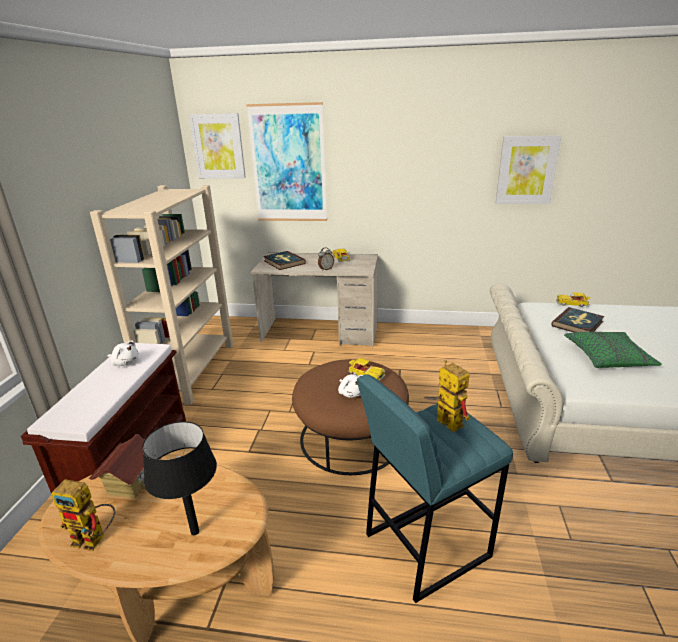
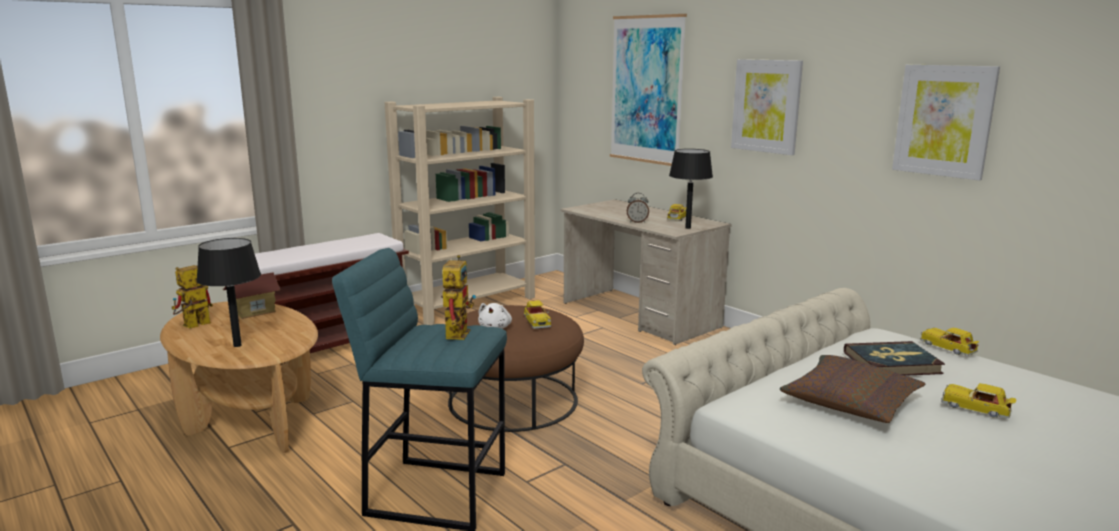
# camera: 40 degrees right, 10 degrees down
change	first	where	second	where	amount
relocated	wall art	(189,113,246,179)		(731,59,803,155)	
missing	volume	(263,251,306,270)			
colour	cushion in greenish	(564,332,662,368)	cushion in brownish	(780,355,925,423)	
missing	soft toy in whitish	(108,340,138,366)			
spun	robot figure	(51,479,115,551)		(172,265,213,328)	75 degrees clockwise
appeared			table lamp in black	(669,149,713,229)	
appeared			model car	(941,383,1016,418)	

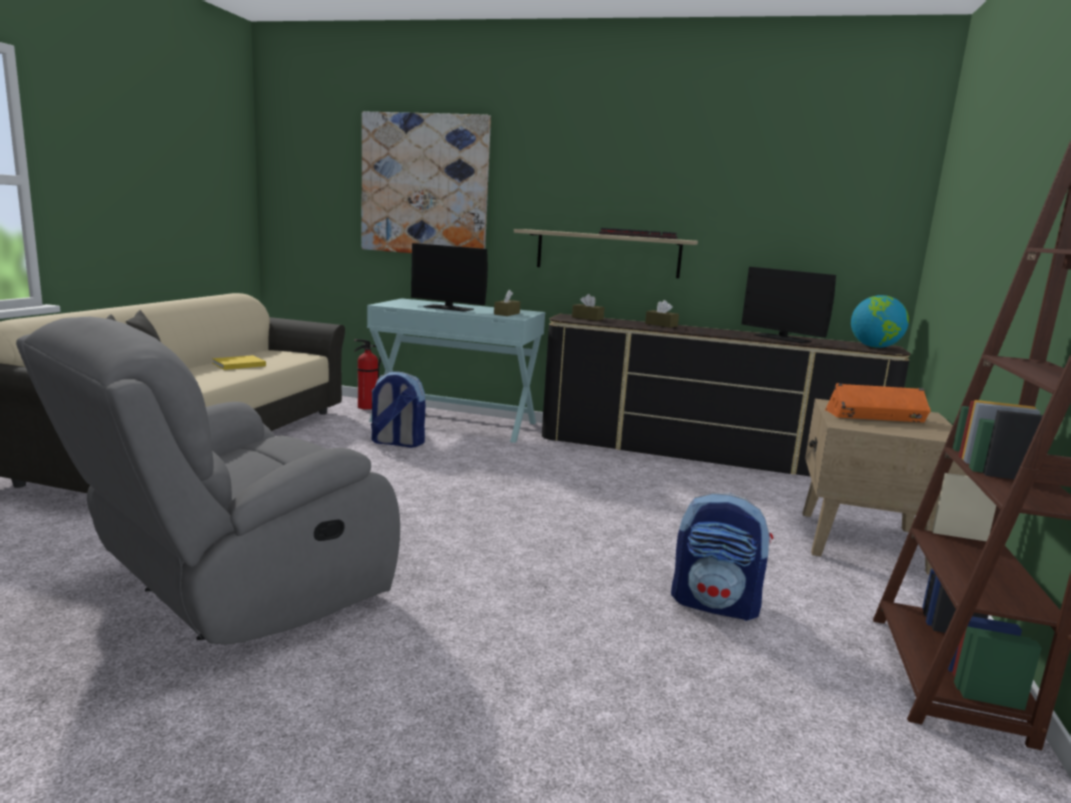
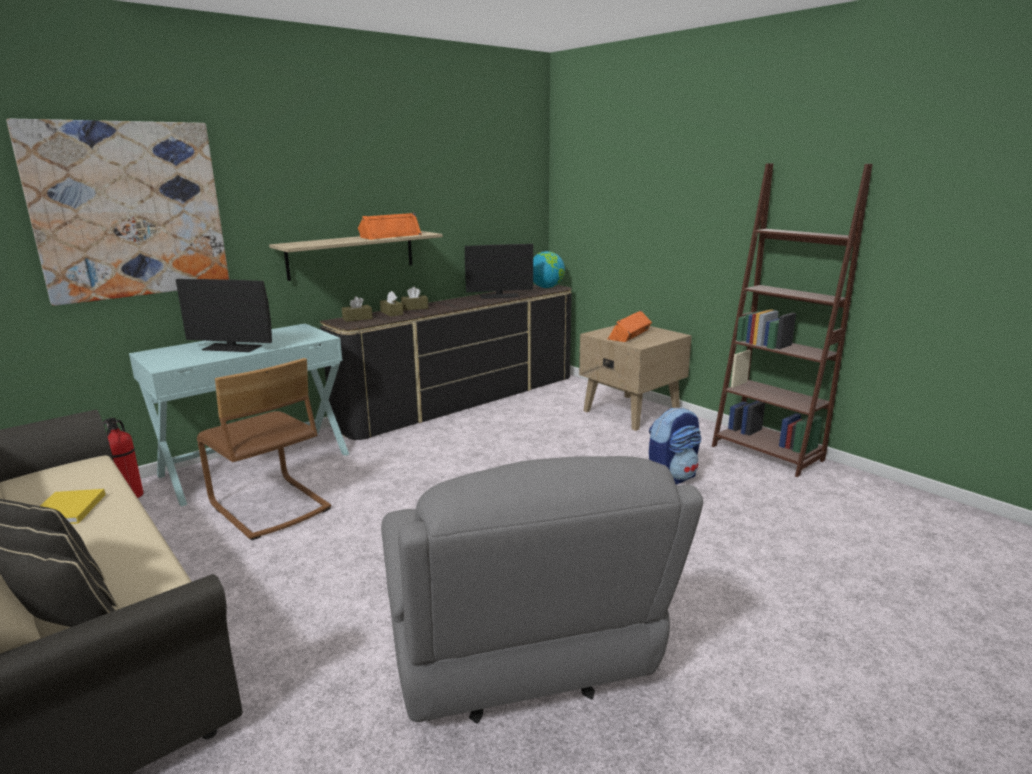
# camera: 55 degrees left, 5 degrees up
change	first	where	second	where	amount
exchanged	keyboard	(599,228,678,239)	speaker in orange-coloured	(358,213,422,240)	
spun	computer display	(411,243,488,312)		(176,279,272,352)	45 degrees clockwise
relocated	box of tissues in brownish	(494,289,520,316)		(380,291,403,317)	
exchanged	rucksack	(371,372,425,448)	chair in brownish	(197,358,331,540)	

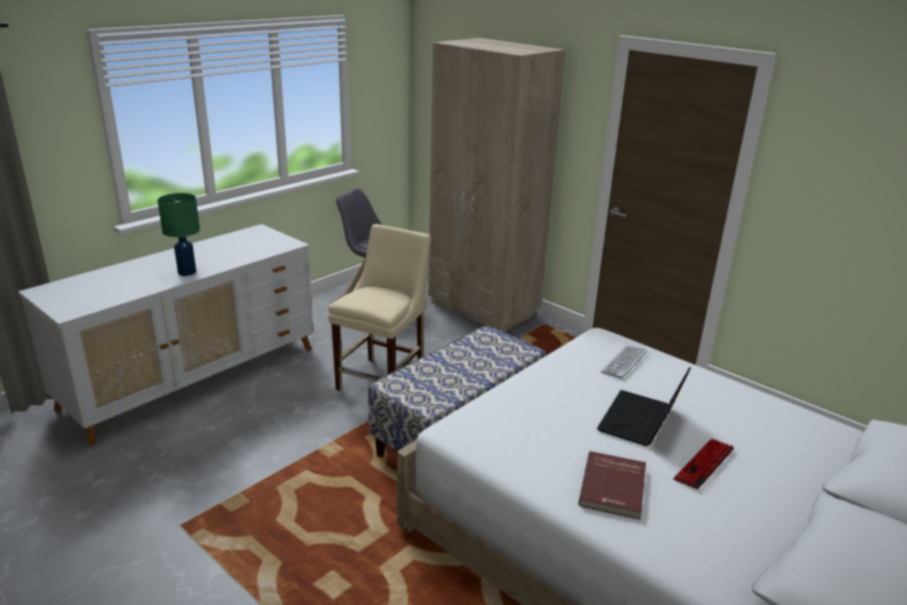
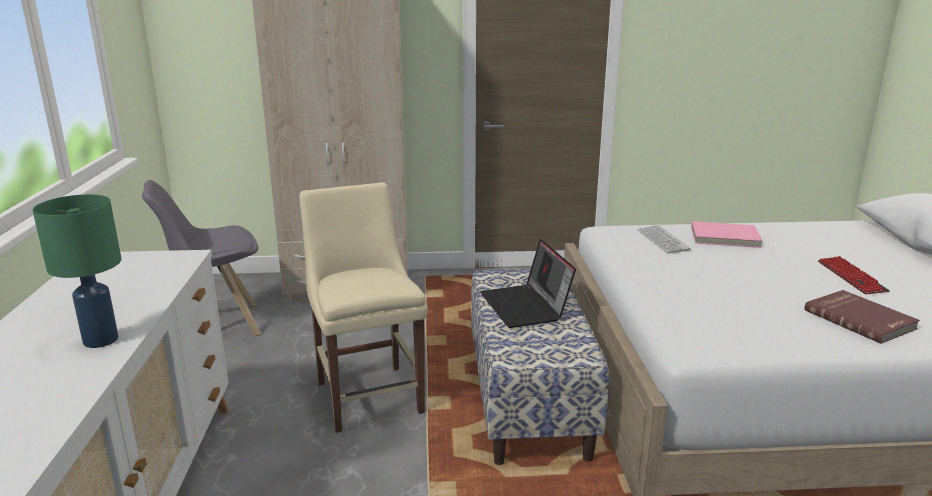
# camera: 45 degrees left, 5 degrees down
change	first	where	second	where	amount
relocated	laptop	(597,367,691,446)		(480,239,576,328)	
appeared			volume in pinkish	(691,221,763,248)	

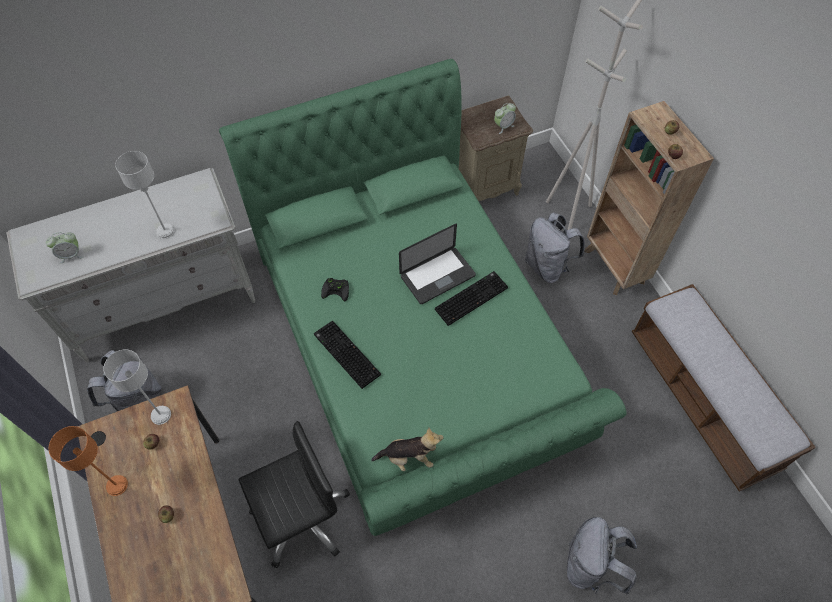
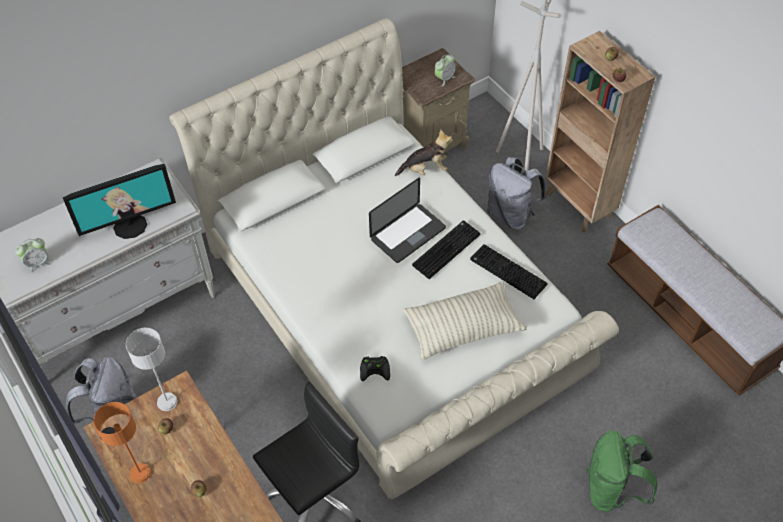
# camera: 10 degrees left, 5 degrees down
change	first	where	second	where	amount
colour	bed in greenish	(219,59,627,536)	bed in sand-coloured	(170,18,619,499)	
exchanged	table lamp in grey	(115,151,175,239)	computer display	(63,164,176,239)	
relocated	joypad in black	(321,278,349,301)		(360,356,390,381)	
relocated	keyboard	(314,321,381,389)		(470,244,548,299)	
relocated	soft toy	(371,428,443,471)		(395,129,453,176)	
colour	rucksack in grey	(567,517,637,594)	rucksack in greenish	(586,430,657,512)	
appeared			cushion	(403,281,527,360)	

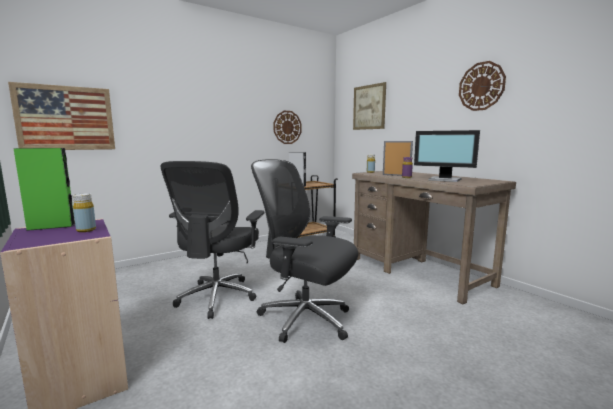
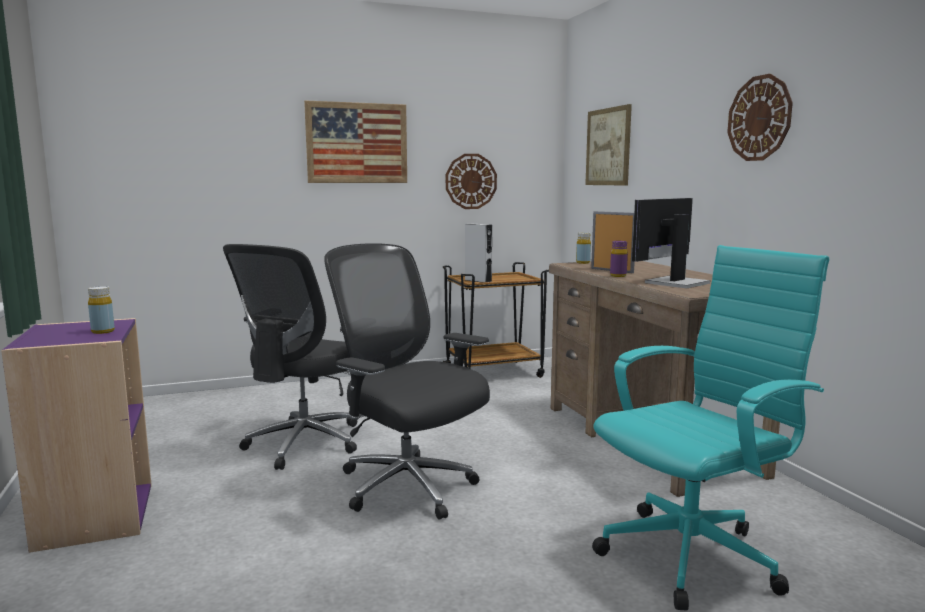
# camera: 15 degrees right, 0 degrees up
change	first	where	second	where	amount
relocated	wall art	(8,82,115,150)		(304,100,407,183)	
spun	computer display	(414,130,480,182)		(632,198,710,288)	90 degrees clockwise
missing	speaker in greenish	(14,148,75,231)			
appeared			computer chair in turquoise-coloured	(592,245,830,610)	

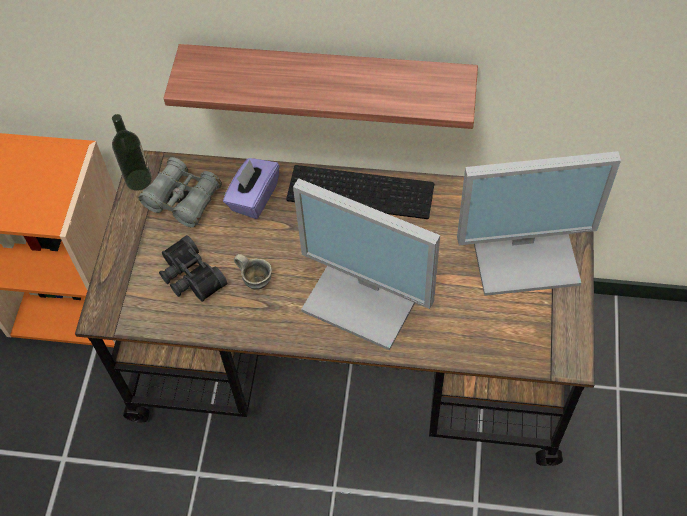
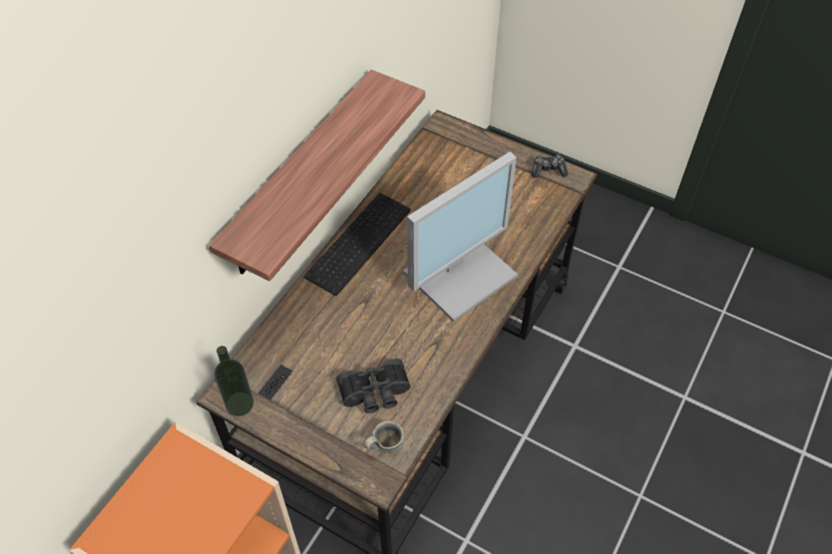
# camera: 70 degrees left, 5 degrees down
change	first	where	second	where	amount
missing	computer display	(457,151,621,296)			
missing	pair of binoculars in grey	(139,157,222,228)			
missing	box of tissues in purple-coloured	(223,158,280,219)			
relocated	tea mug in grey	(234,254,272,289)		(364,421,404,453)	
appeared			joypad	(532,155,568,178)	

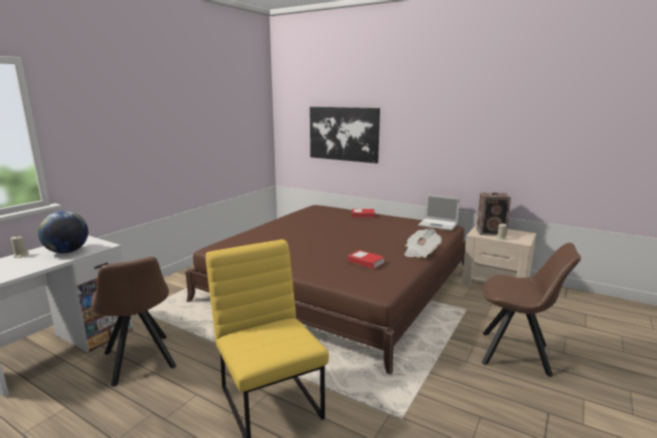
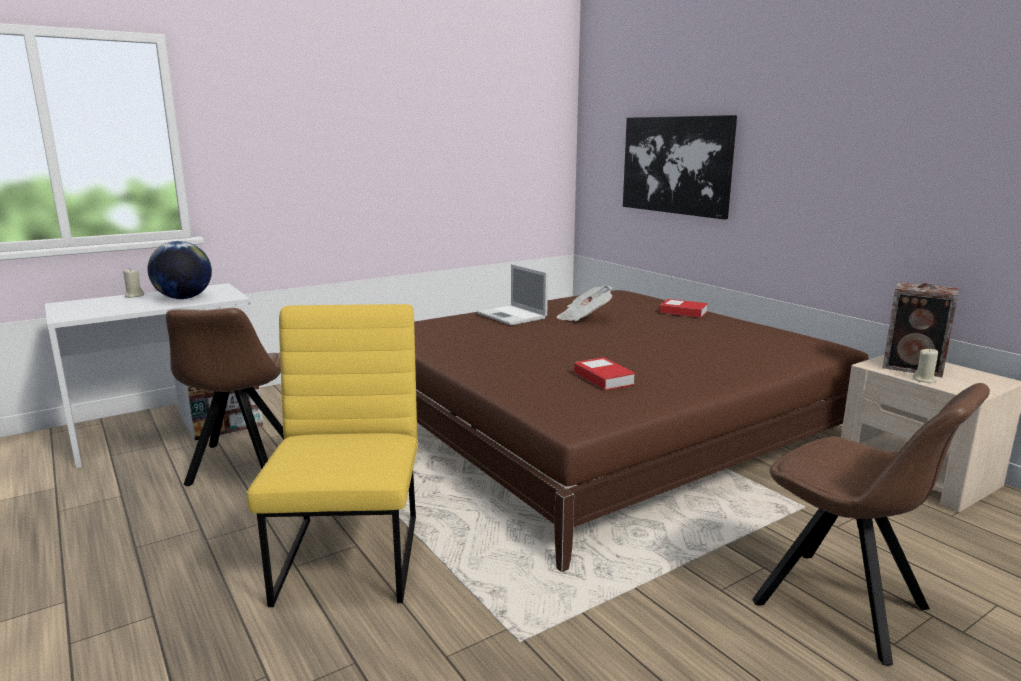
# camera: 25 degrees right, 0 degrees up
change	first	where	second	where	amount
relocated	laptop	(418,194,460,231)		(477,264,548,325)	
relocated	daily paper	(404,229,442,258)		(557,286,612,321)	

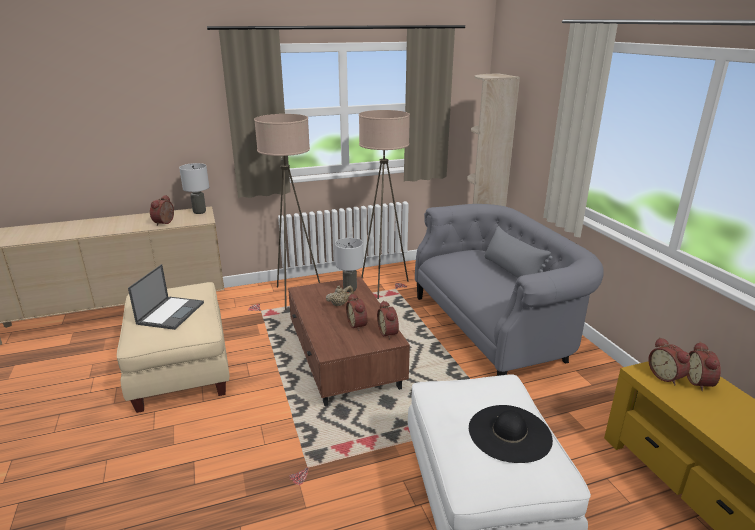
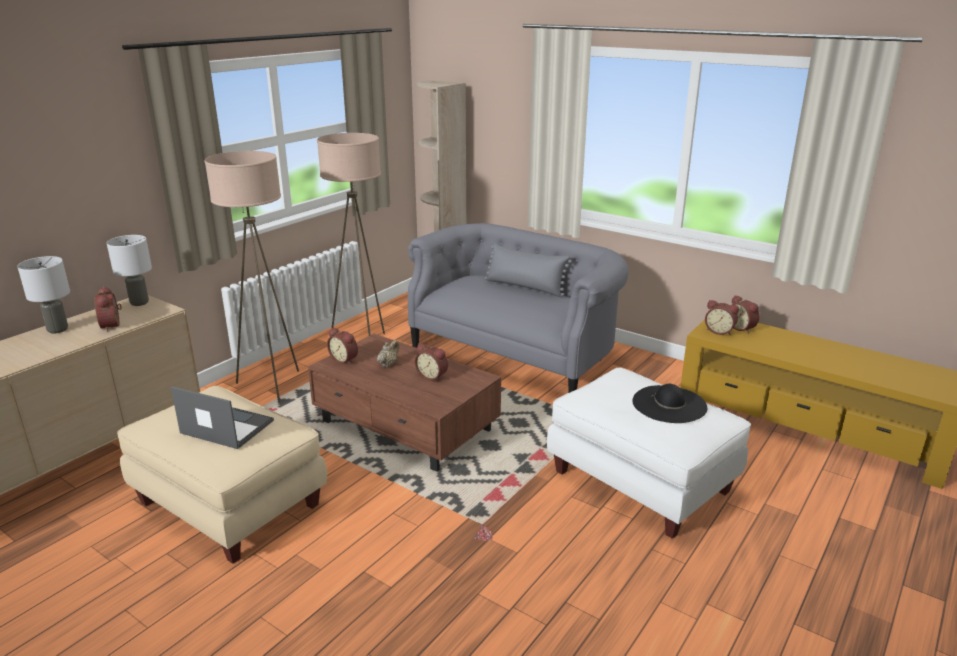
# camera: 35 degrees left, 0 degrees up
change	first	where	second	where	amount
relocated	table lamp in whitish	(335,238,363,292)		(17,256,70,334)	
spun	laptop	(128,264,204,330)		(171,386,274,449)	45 degrees counterclockwise
relocated	table clock	(377,300,399,340)		(327,328,358,365)	

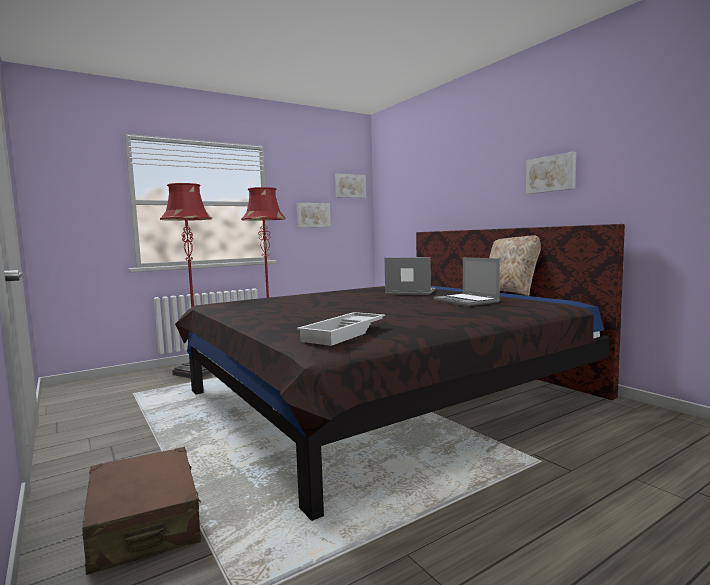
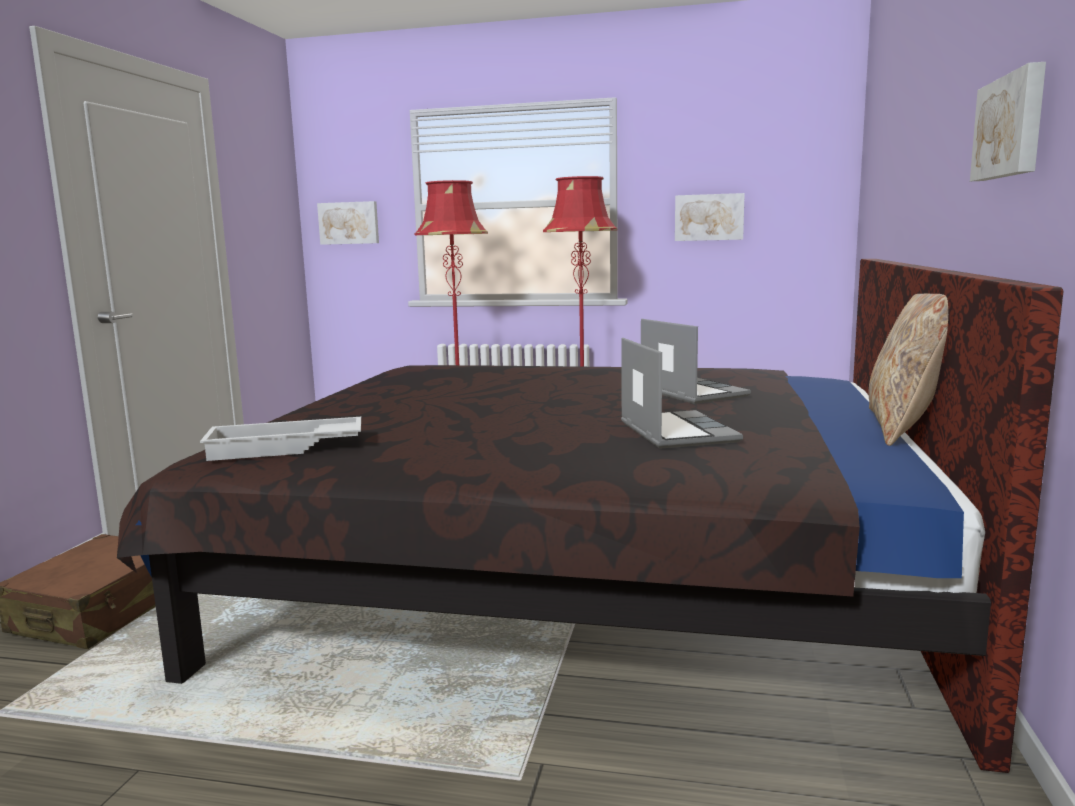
# camera: 45 degrees right, 5 degrees up
change	first	where	second	where	amount
relocated	wall art	(335,173,366,198)		(317,201,379,245)	
spun	laptop	(433,257,500,306)		(621,338,743,449)	150 degrees clockwise

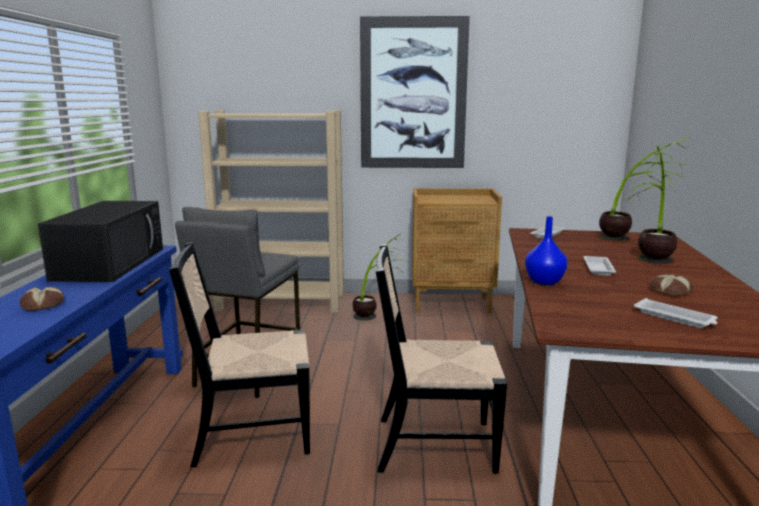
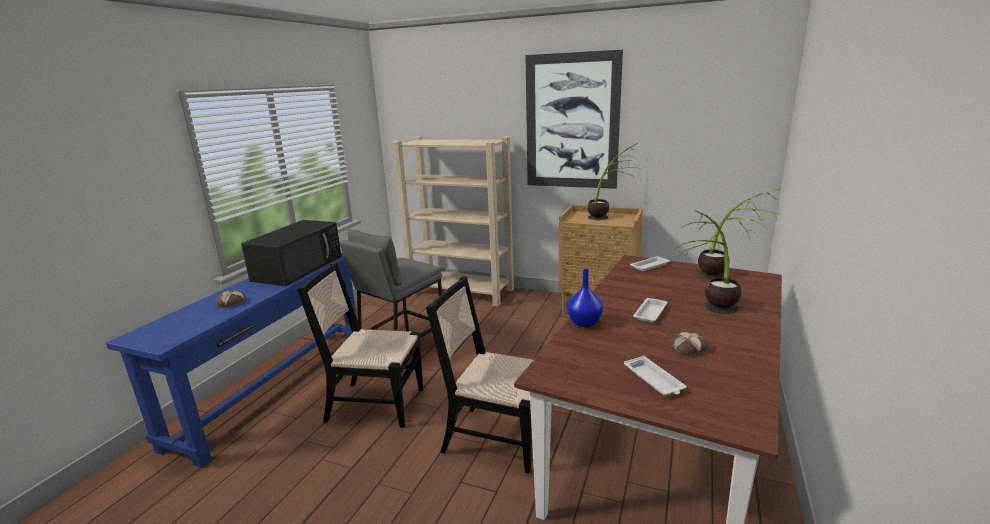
# camera: 20 degrees right, 5 degrees up
change	first	where	second	where	amount
relocated	plant in a pot	(353,233,408,321)		(588,143,640,220)	

